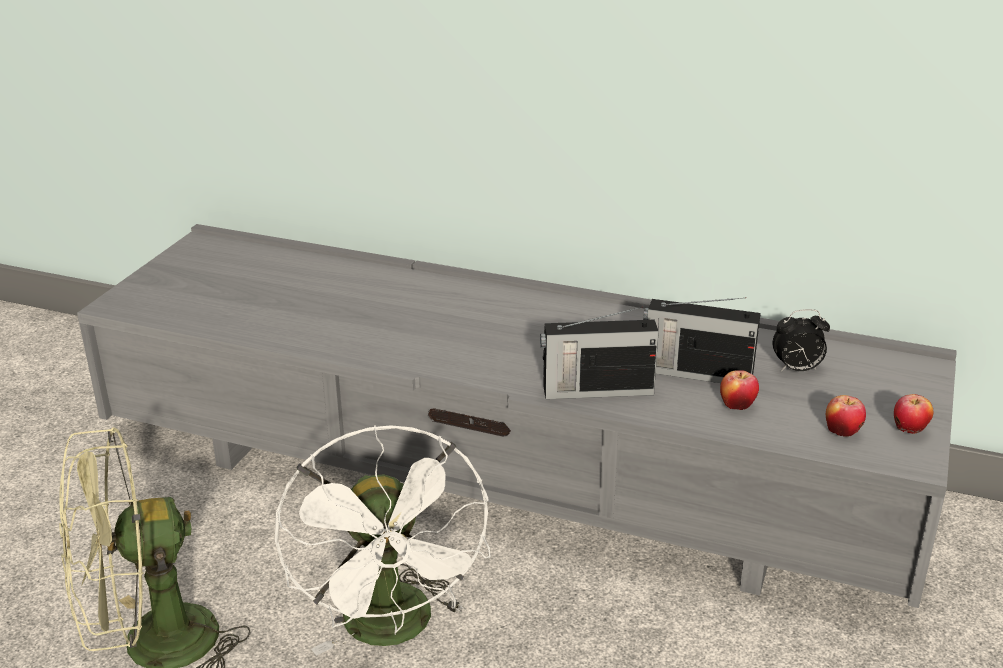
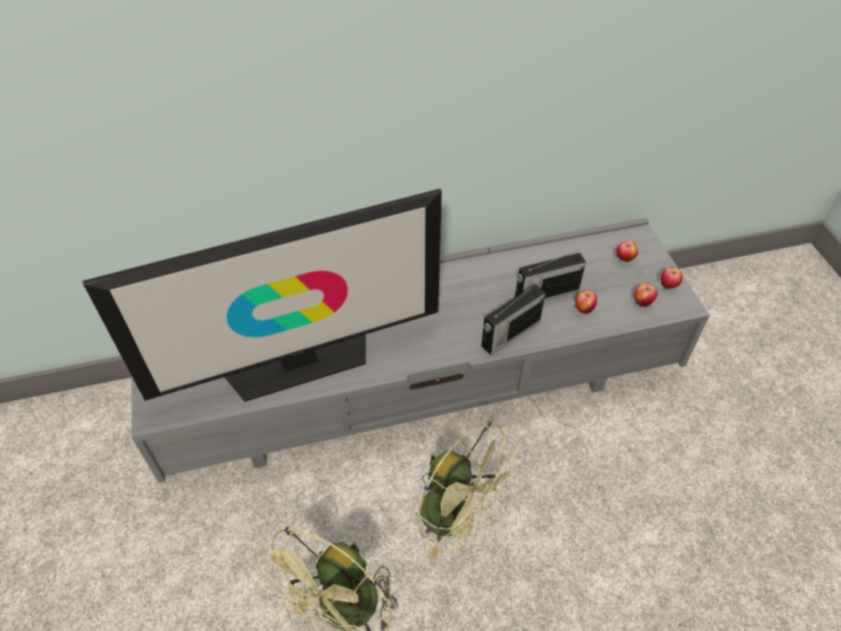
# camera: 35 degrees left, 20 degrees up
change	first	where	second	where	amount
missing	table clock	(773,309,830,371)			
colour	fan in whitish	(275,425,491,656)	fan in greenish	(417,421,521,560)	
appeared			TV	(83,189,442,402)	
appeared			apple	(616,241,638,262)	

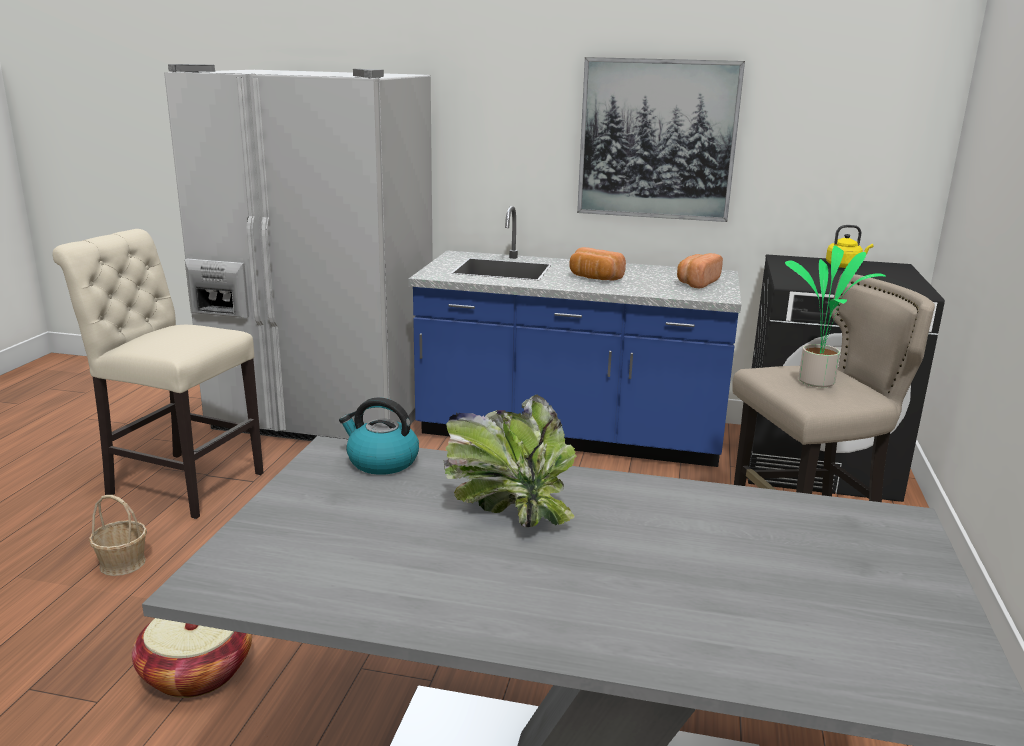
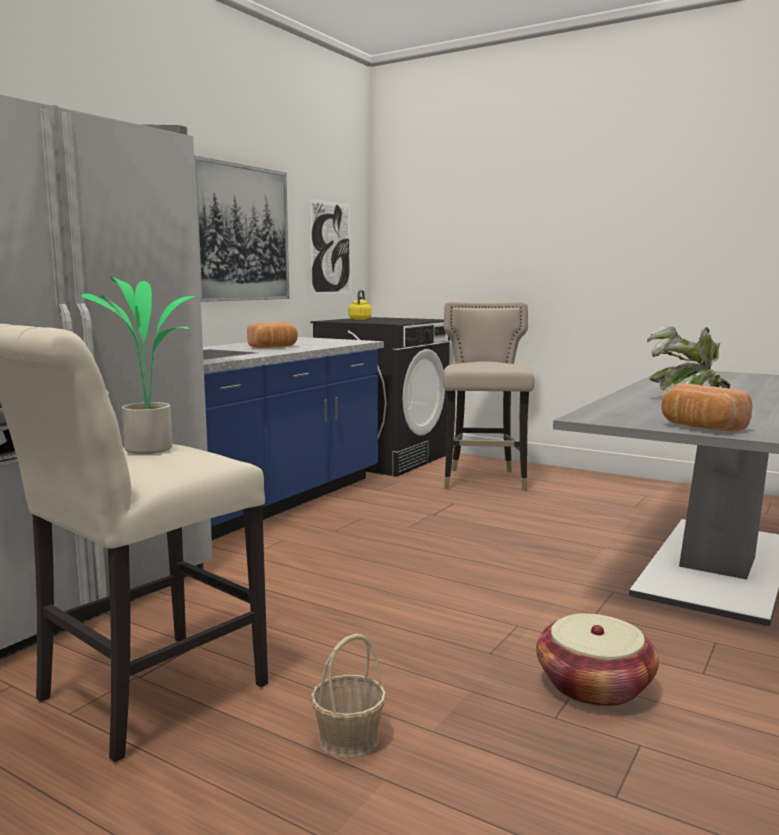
# camera: 70 degrees left, 10 degrees down
change	first	where	second	where	amount
relocated	plant in a pot	(785,245,887,387)		(82,276,197,454)	
relocated	bakery bread	(677,253,723,288)		(661,384,752,431)	
missing	tea kettle	(339,397,419,475)			
appeared			wall art	(309,199,351,294)	

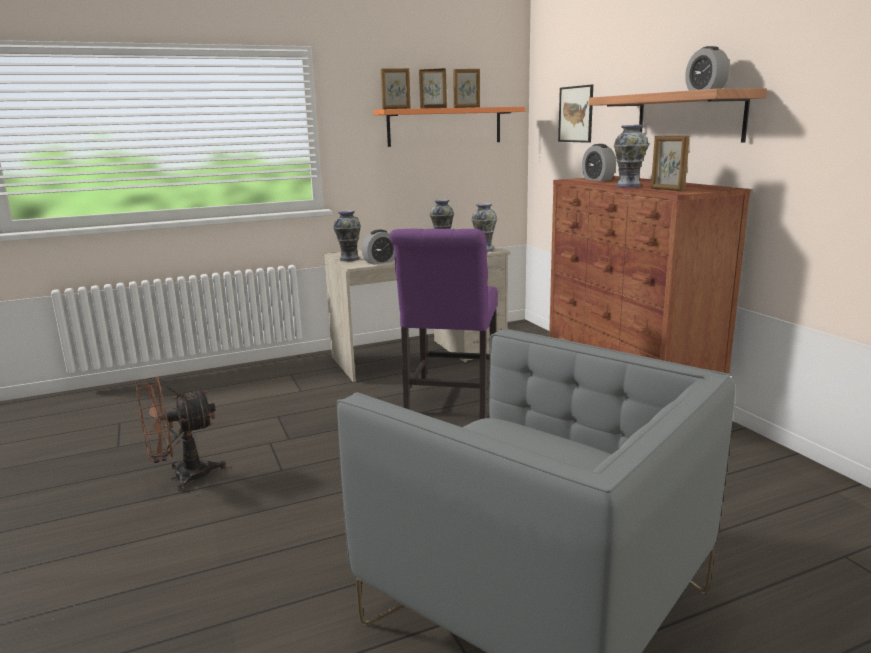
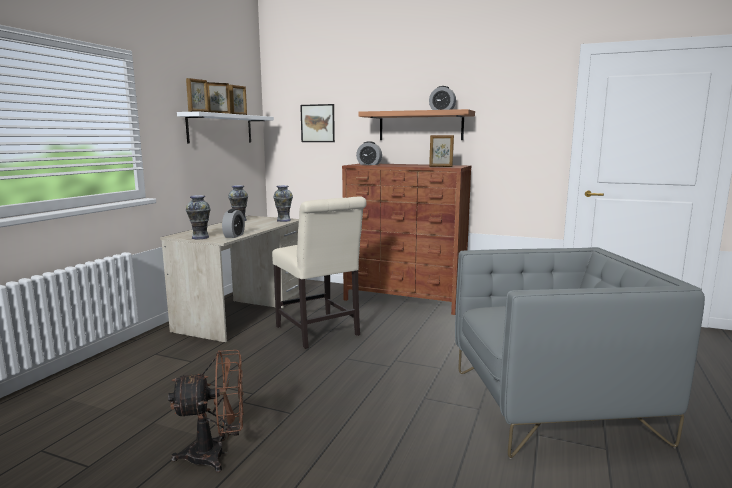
# camera: 45 degrees left, 5 degrees down
change	first	where	second	where	amount
colour	bracket shelf in orange-coloured	(374,107,525,147)	bracket shelf in whitish	(177,111,274,143)	
missing	decorative vase	(614,125,649,187)			
colour	chair in purple-coloured	(390,228,498,419)	chair in sand-coloured	(272,196,366,349)	
spun	fan in brownish	(136,376,226,491)		(168,350,244,472)	120 degrees counterclockwise

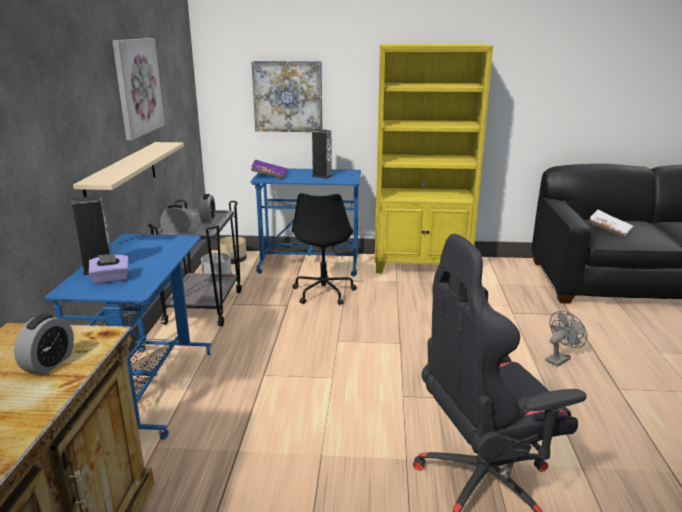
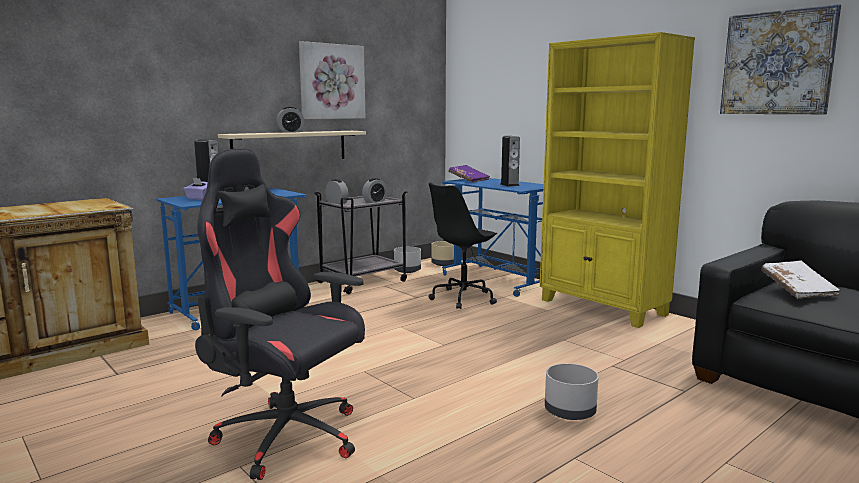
# camera: 45 degrees right, 10 degrees down
change	first	where	second	where	amount
relocated	wall art	(251,61,322,132)		(720,4,841,114)	
exchanged	fan in grey	(545,311,587,367)	plant pot in grey	(545,363,599,420)	
relocated	table clock	(14,314,74,375)		(276,107,305,133)	

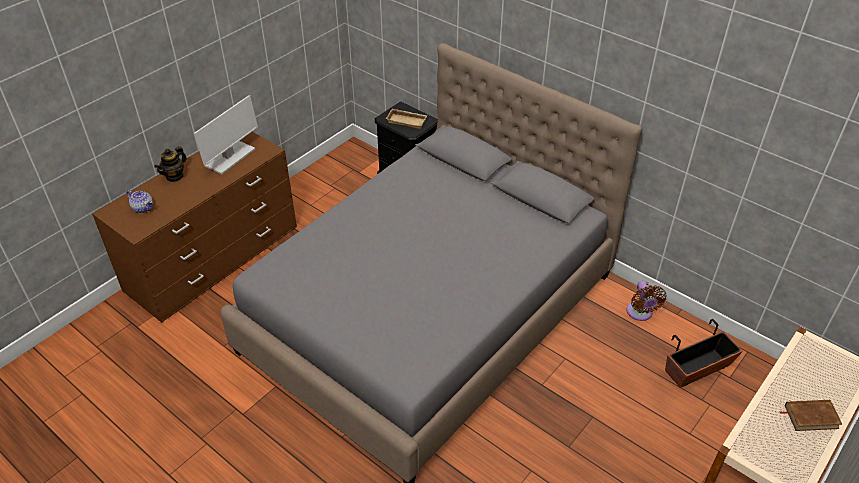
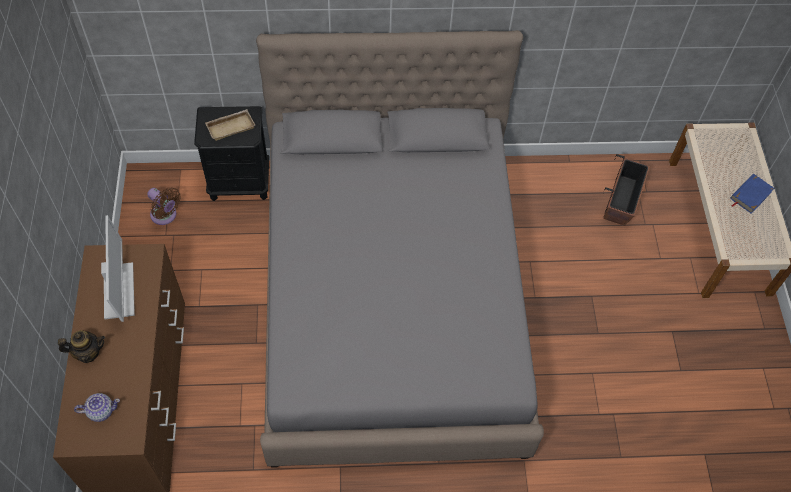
# camera: 45 degrees left, 15 degrees up
change	first	where	second	where	amount
spun	tea pot	(154,146,187,182)		(58,331,105,363)	90 degrees counterclockwise
relocated	fan in brownish	(627,281,666,321)		(147,188,181,225)	
colour	volume in brownish	(779,400,842,431)	volume in bluish	(730,174,774,214)	

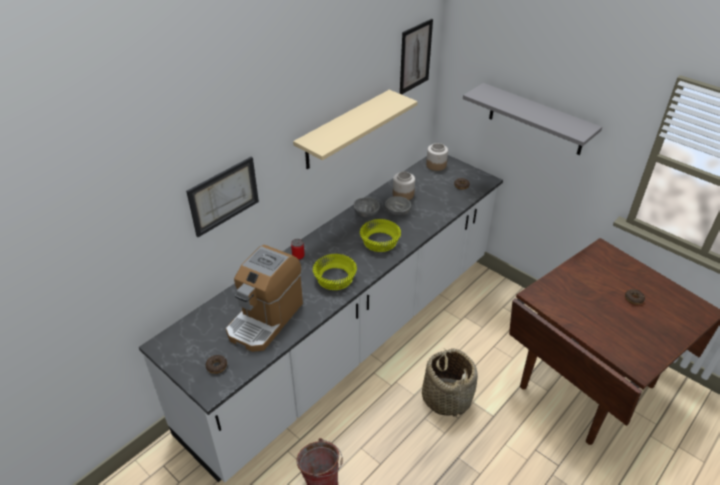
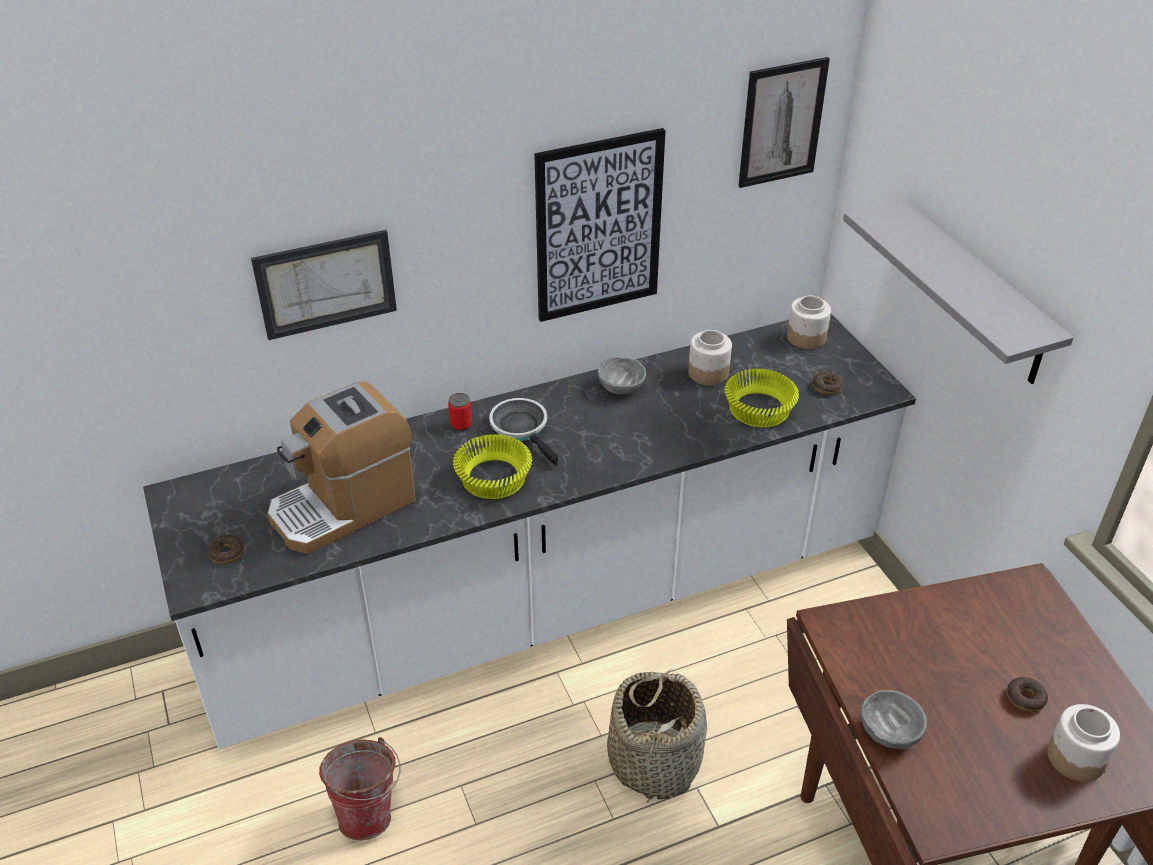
# camera: 25 degrees right, 0 degrees up
change	first	where	second	where	amount
exchanged	bracket shelf in sand-coloured	(293,90,418,169)	wall art	(534,128,666,322)	
relocated	serving bowl in grey	(385,196,411,216)		(860,690,927,749)	
relocated	serving bowl in yellow-coloured	(360,219,401,252)		(725,369,799,427)	
appeared			pan	(489,398,558,466)	
appeared			preserve jar	(1047,704,1120,782)	

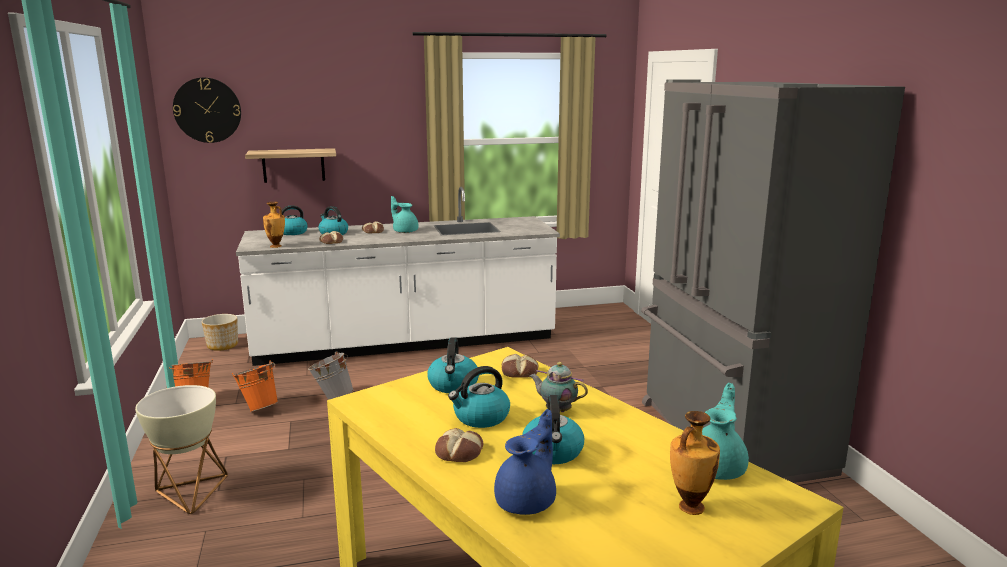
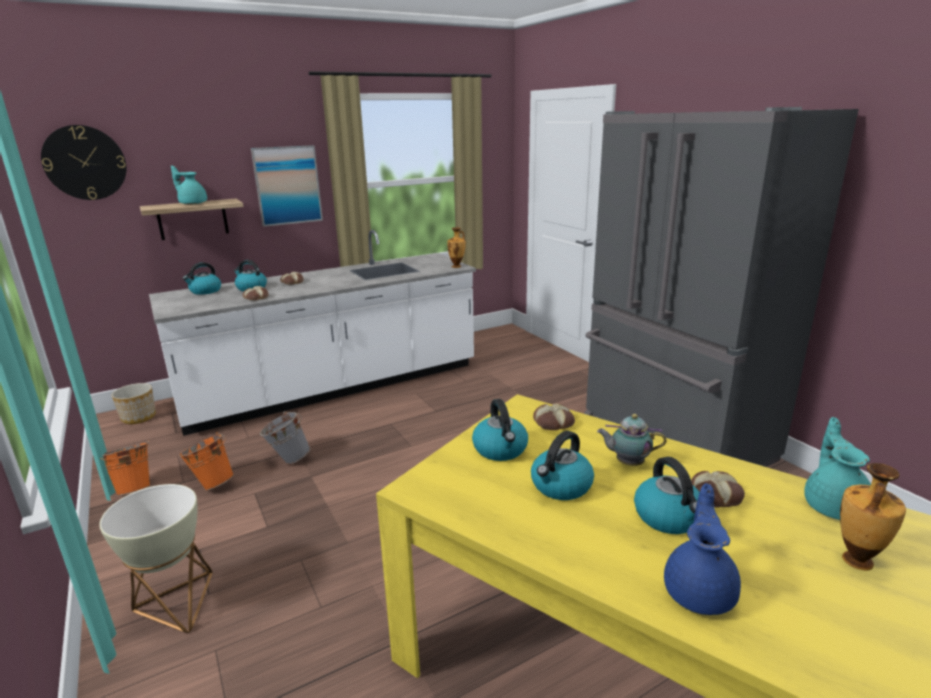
# camera: 15 degrees left, 5 degrees up
change	first	where	second	where	amount
relocated	tea pot in turquoise-coloured	(391,196,418,233)		(171,165,207,204)	
relocated	decorative vase	(263,202,285,248)		(447,227,466,268)	
relocated	bakery bread	(435,428,483,462)		(691,471,745,507)	
appeared			wall art	(251,145,323,227)	

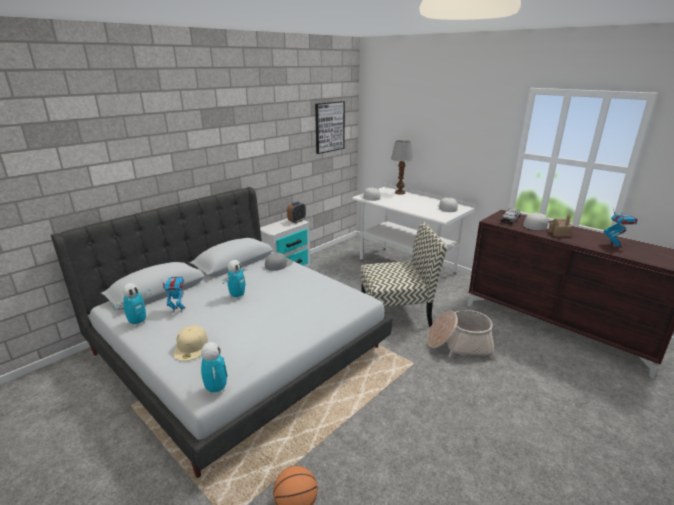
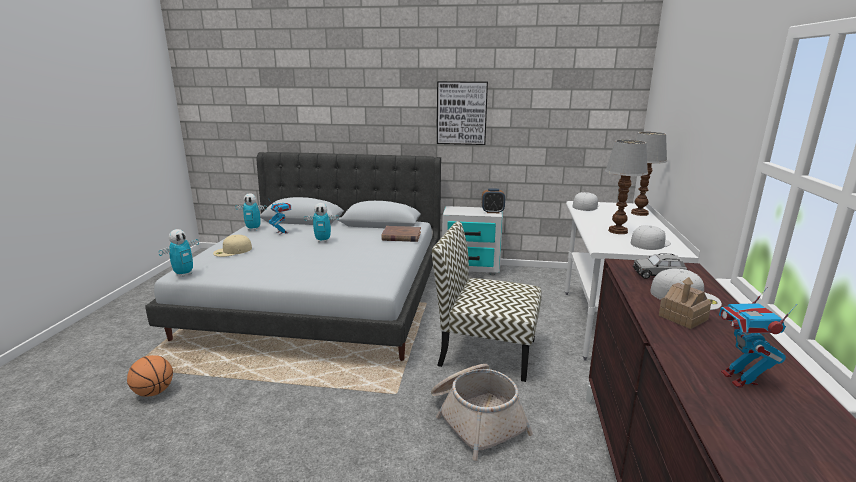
# camera: 55 degrees right, 5 degrees down
change	first	where	second	where	amount
relocated	wall art	(315,101,345,154)		(437,81,488,145)	
spun	robot figure	(604,209,638,248)		(719,287,797,388)	120 degrees clockwise
spun	chair	(360,222,447,327)		(432,221,542,382)	150 degrees clockwise
exchanged	peaked cap in grey	(265,253,293,271)	volume in brownish	(381,226,421,242)	
appeared			table lamp	(605,140,648,234)	

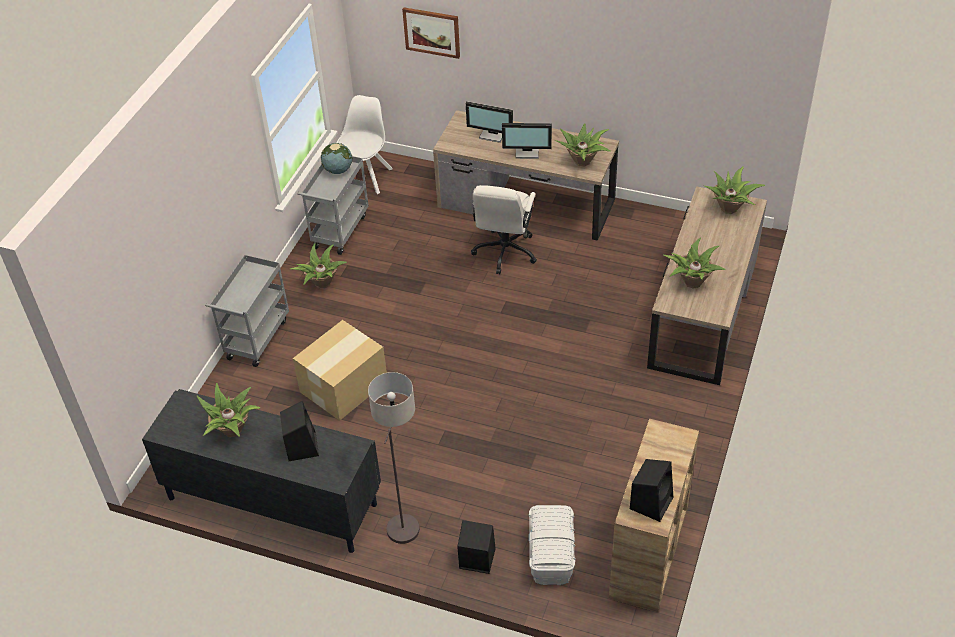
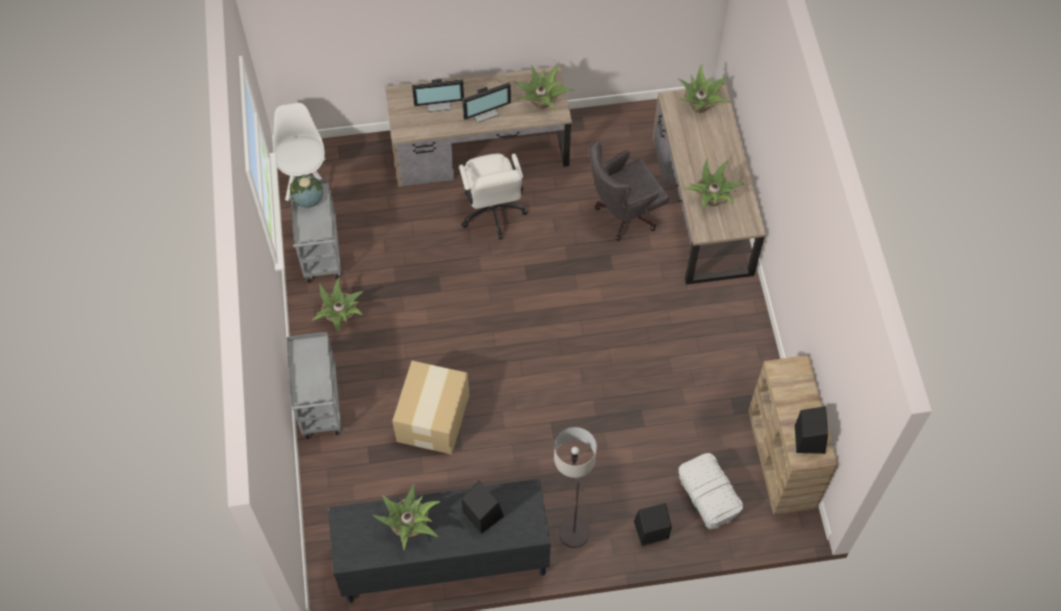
# camera: 30 degrees left, 15 degrees up
change	first	where	second	where	amount
missing	wall art	(402,7,460,59)			
appeared			computer chair in grey	(589,141,669,241)	

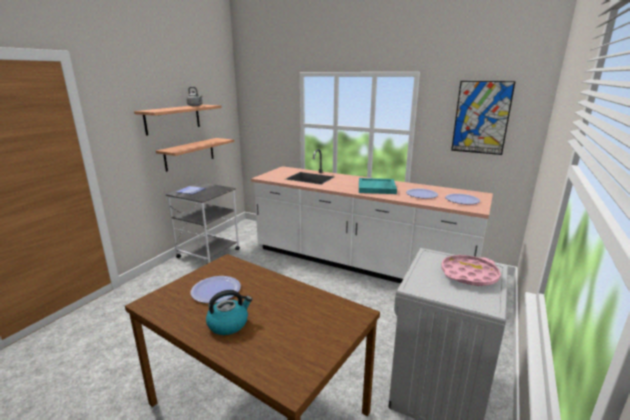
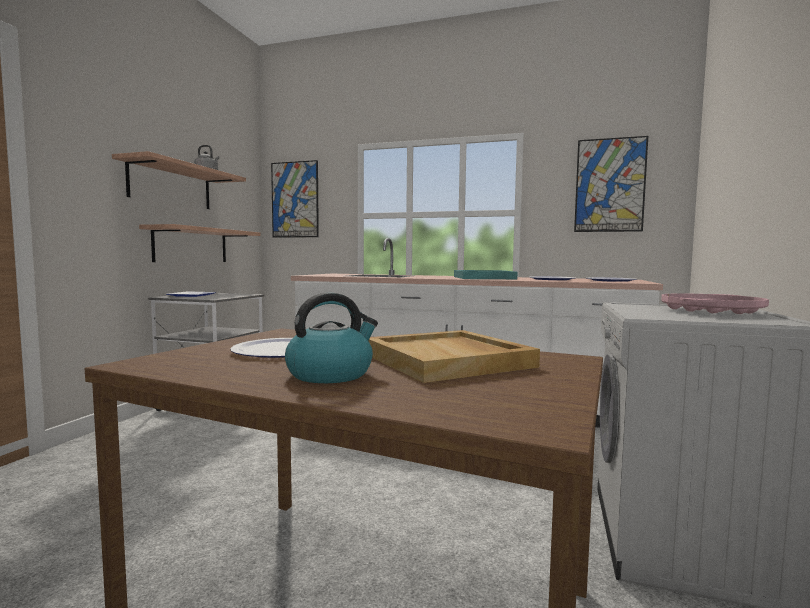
# camera: 10 degrees left, 15 degrees down
change	first	where	second	where	amount
appeared			wall art	(271,160,319,238)	
appeared			serving tray in sand-coloured	(368,330,540,383)	

